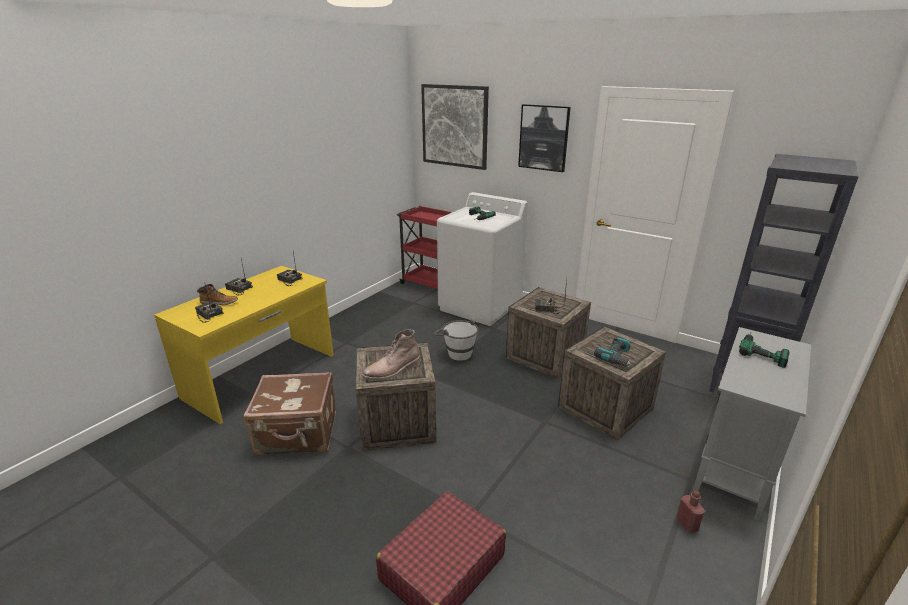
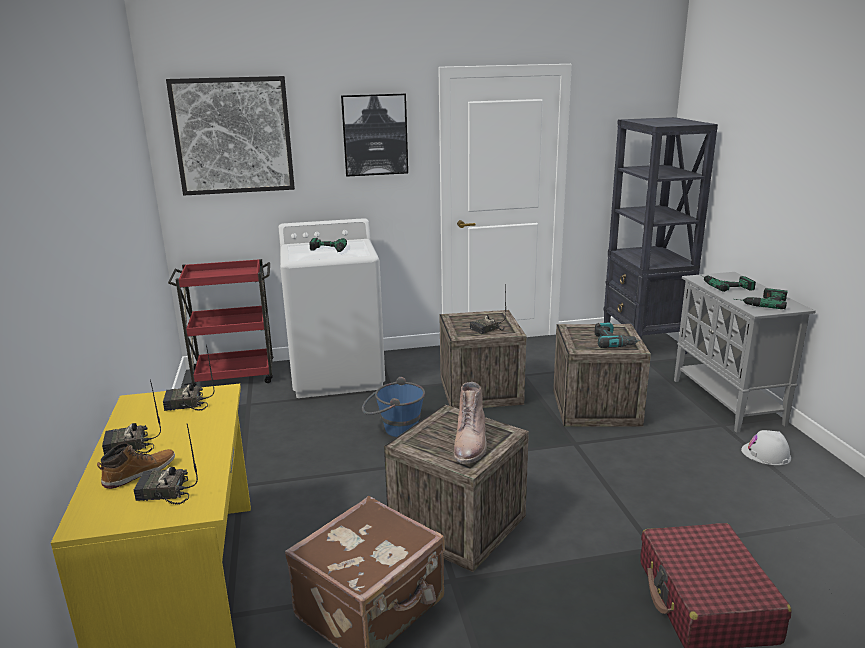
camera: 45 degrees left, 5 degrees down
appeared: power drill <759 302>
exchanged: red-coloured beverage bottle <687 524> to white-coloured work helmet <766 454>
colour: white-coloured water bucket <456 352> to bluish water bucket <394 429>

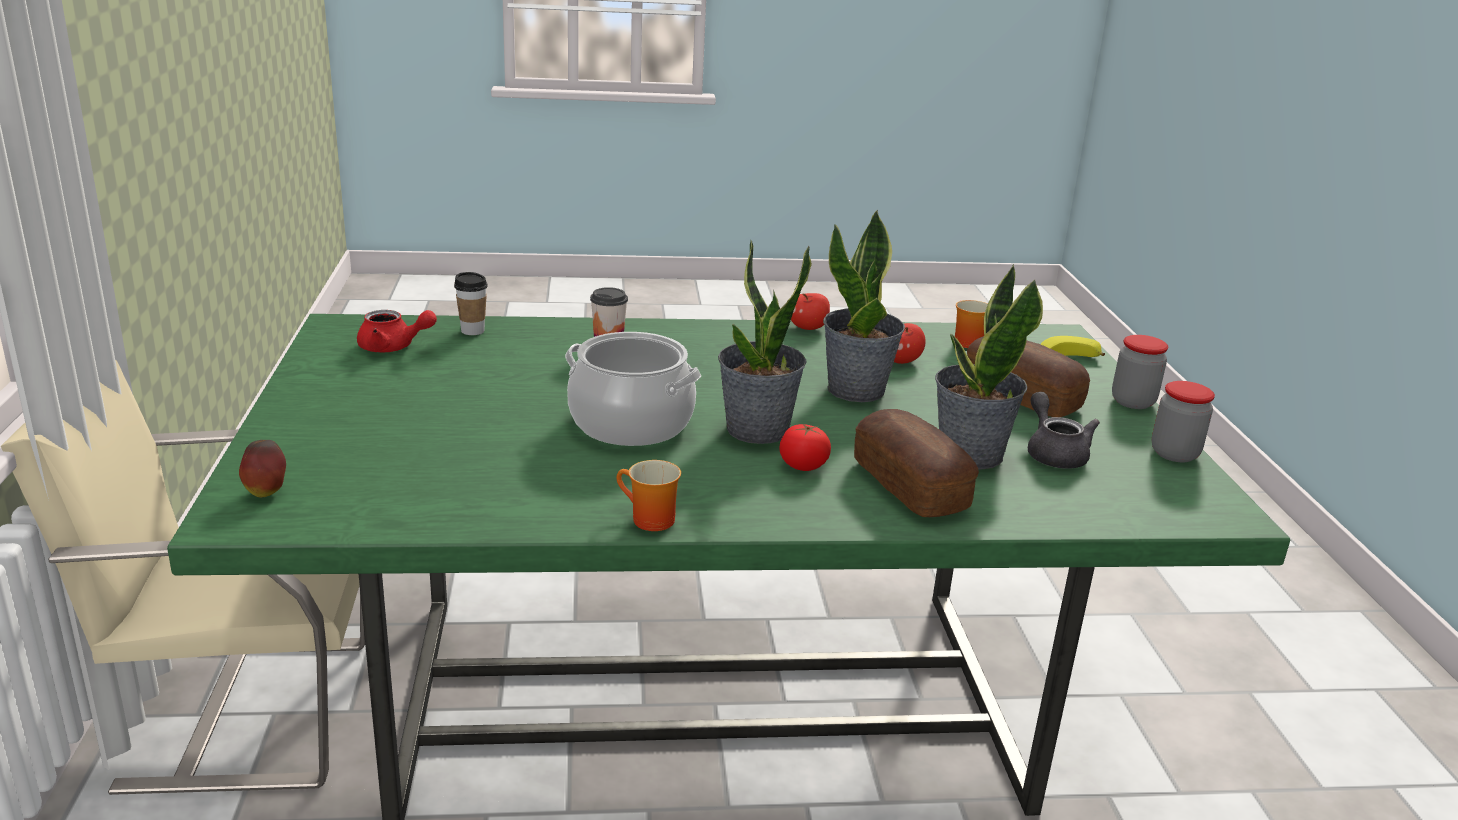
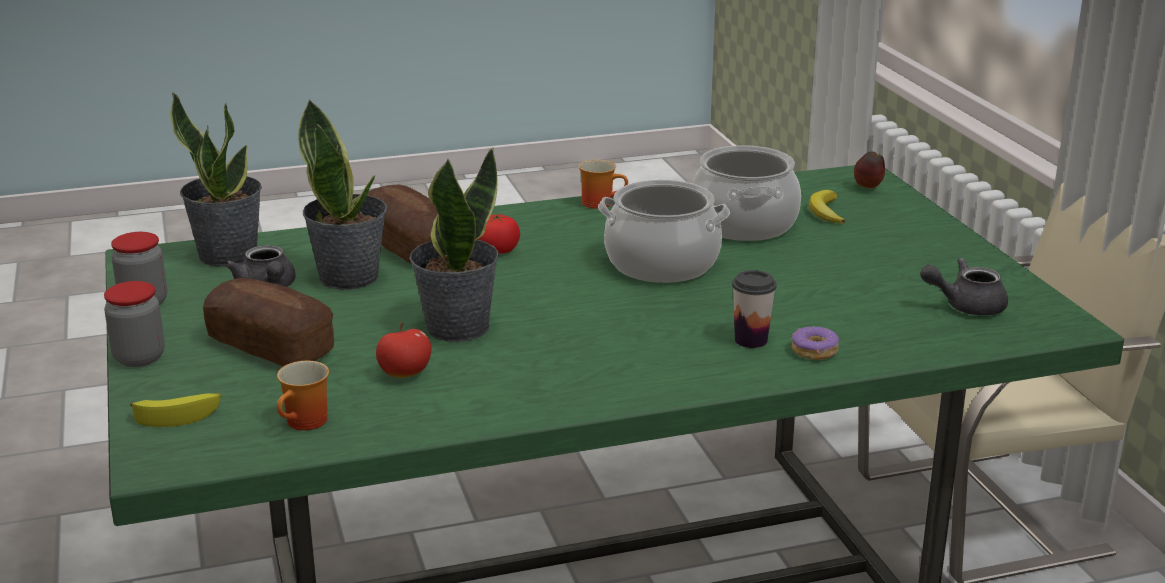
camera: 170 degrees right, 0 degrees up
missing: small cup <472 331>; whole apple <807 328>
appeared: saucepot <744 224>; donut <814 351>; banana <825 212>
relocated: houseplant <757 430> to <228 254>
colour: red-coloured pot for tea <393 347> to greyish pot for tea <965 306>

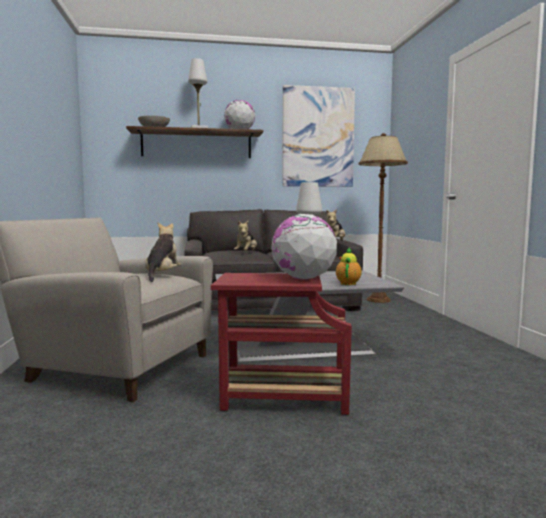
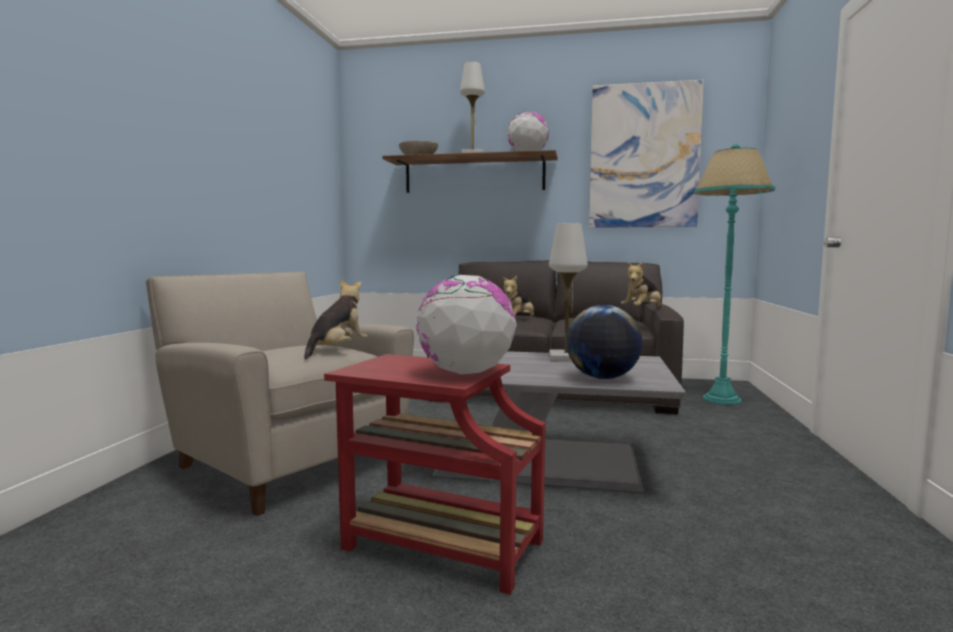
camera: 20 degrees right, 0 degrees up
exchanged: pot for tea <348 283> to desk globe <602 378>
colour: brownish standard lamp <378 300> to turquoise standard lamp <721 399>

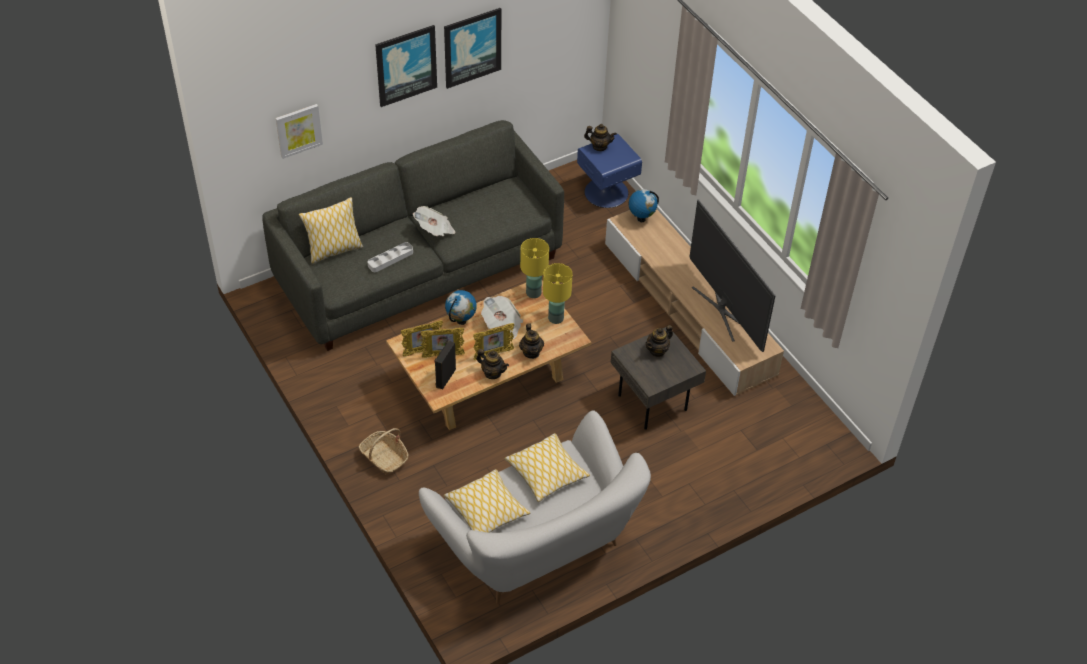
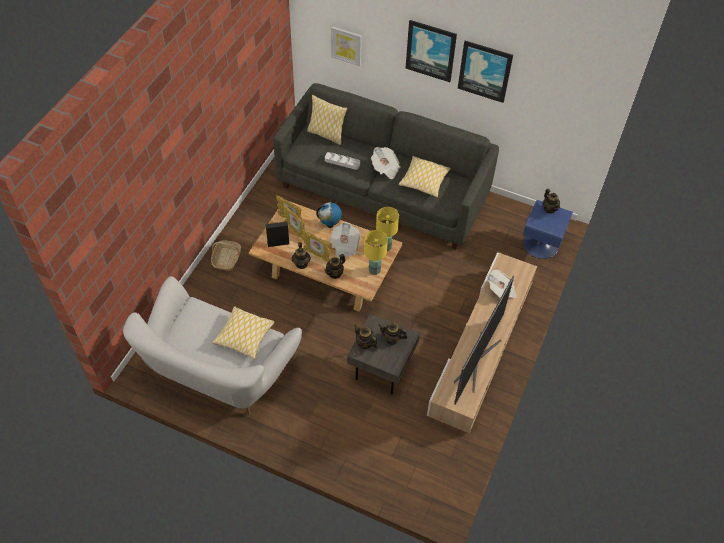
camera: 55 degrees right, 5 degrees up
missing: desk globe <641 218>
appeared: pot for tea <365 343>; newspaper <501 290>
relocated: pillow <486 510> to <424 181>

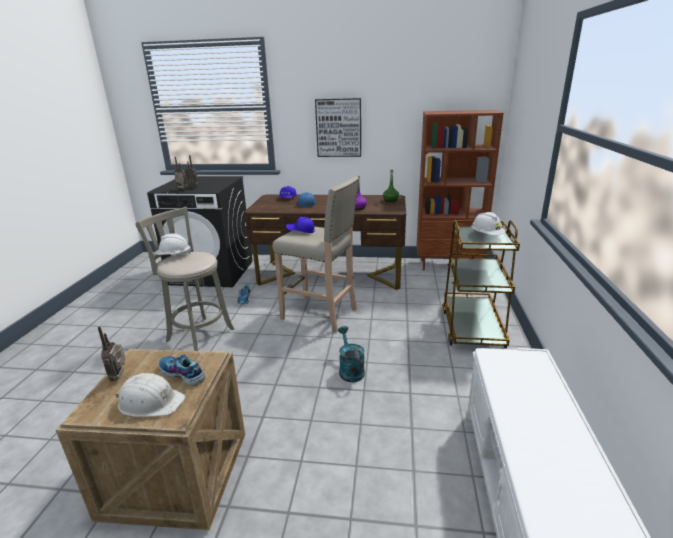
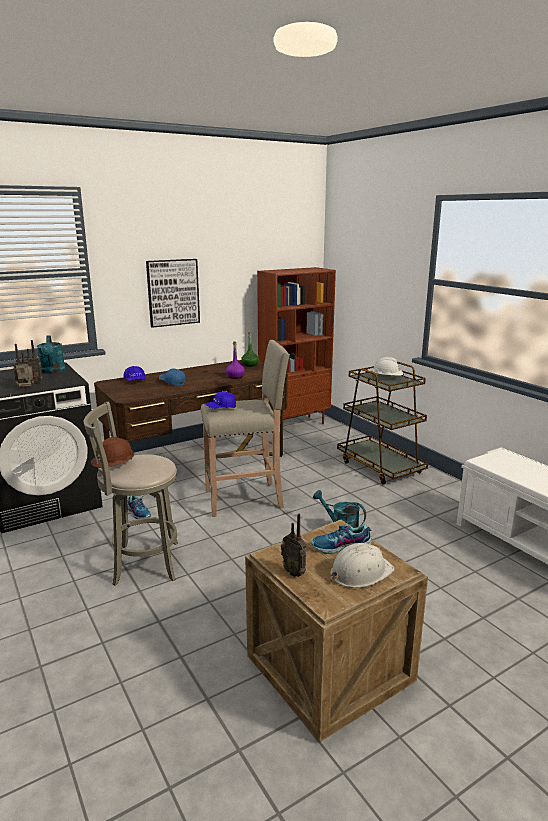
camera: 40 degrees left, 5 degrees down
appeared: turquoise watering can <53 371>
colour: white-coloured work helmet <173 256> to brownish work helmet <114 466>

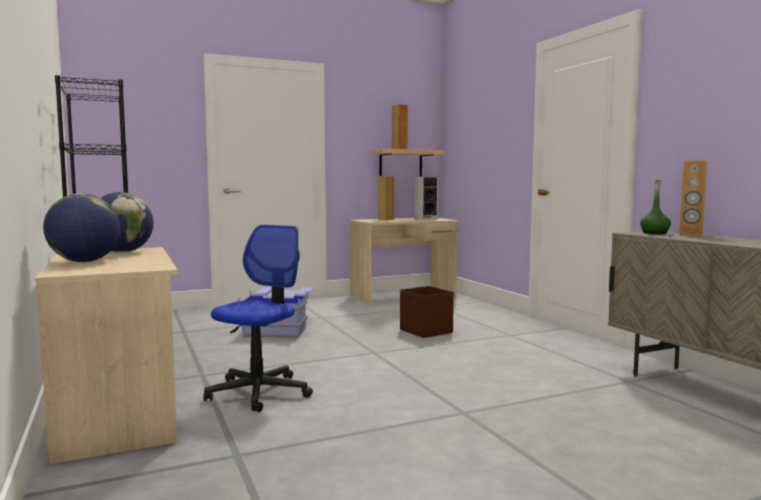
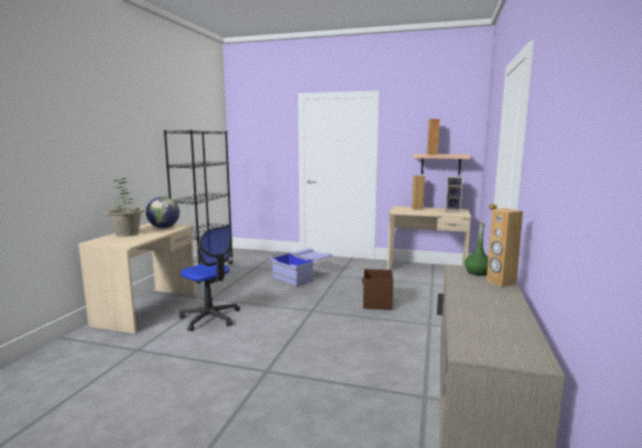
camera: 40 degrees right, 5 degrees up
exchanged: desk globe <84 261> to houseplant <127 234>
spun: computer chair <259 392> = <210 318> 60 degrees clockwise

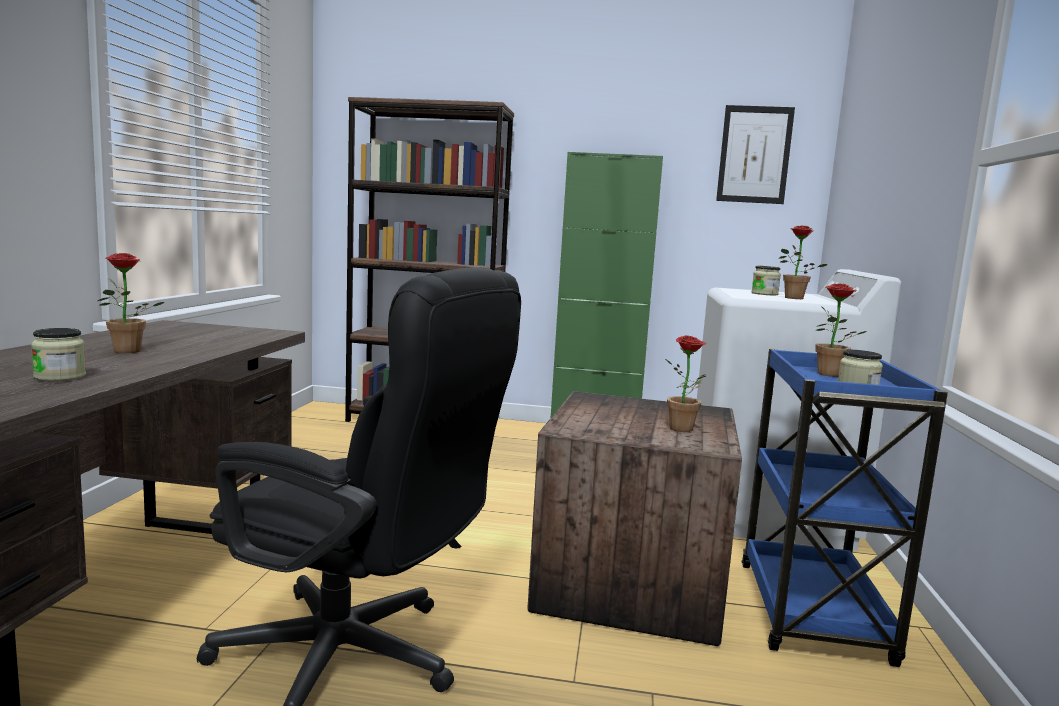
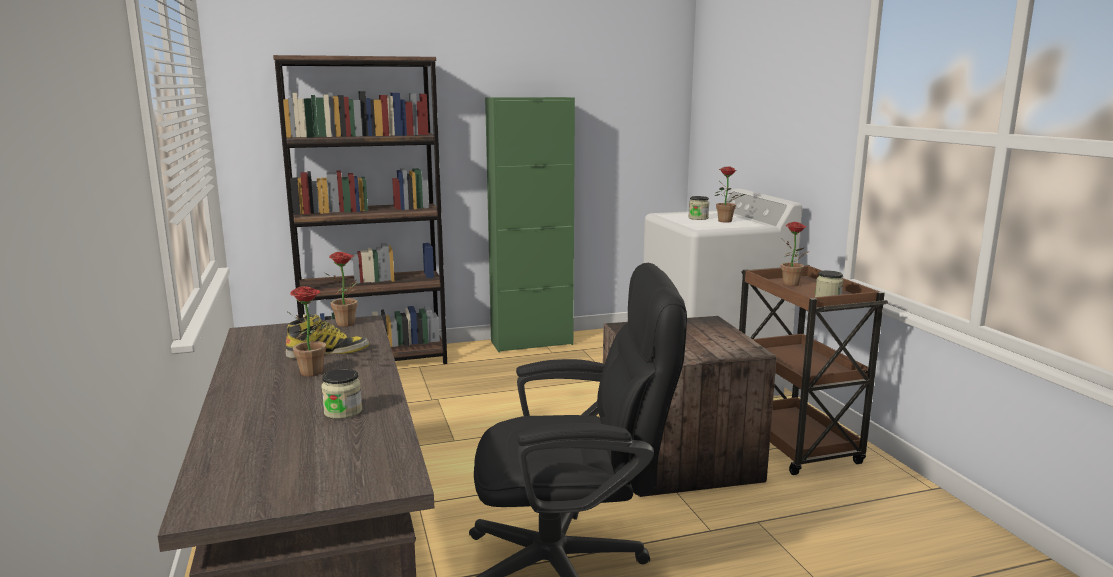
camera: 25 degrees left, 5 degrees up
missing: wall picture <754 155>
appeared: tall boot <328 352>
relocated: houseplant <685 430> to <348 324>
colour: bluish cart <812 614> to brownish cart <795 445>

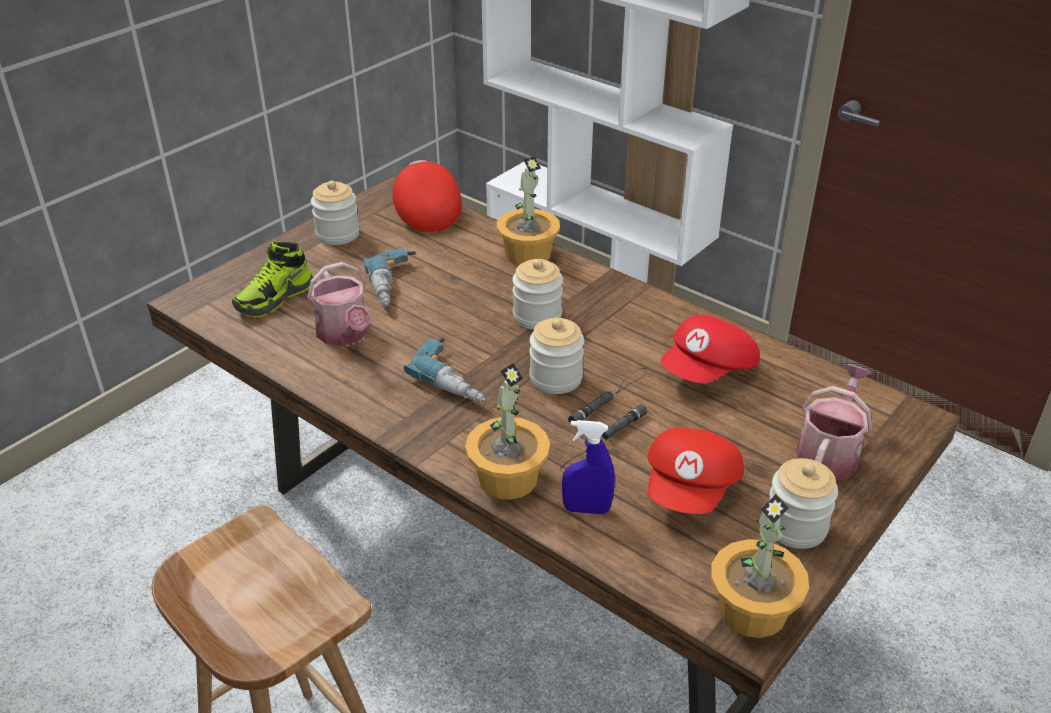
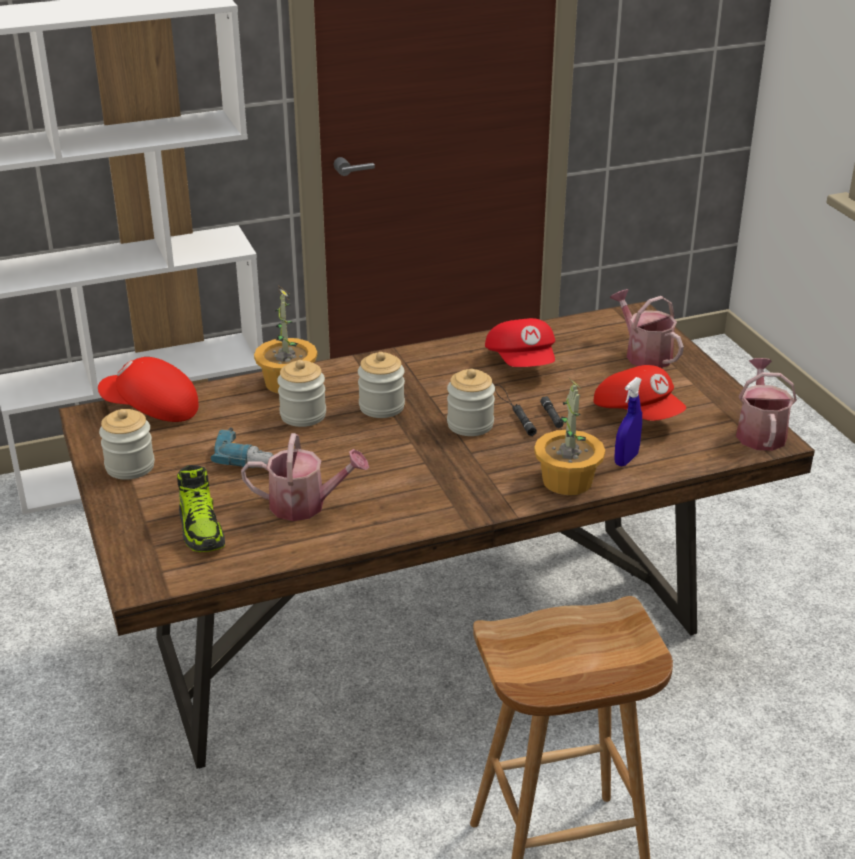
camera: 60 degrees left, 5 degrees down
missing: power drill <456 379>
relocated: storage jar <795 527> to <303 415>
exchanged: houseplant <753 610> to watering can <760 432>

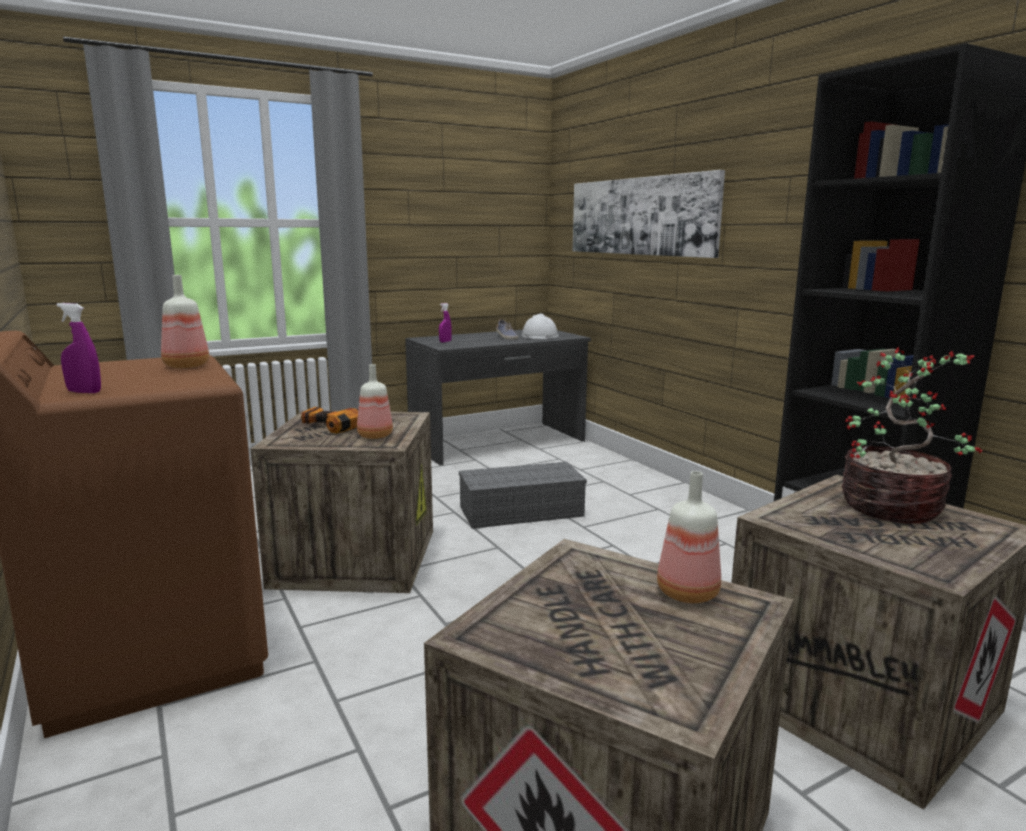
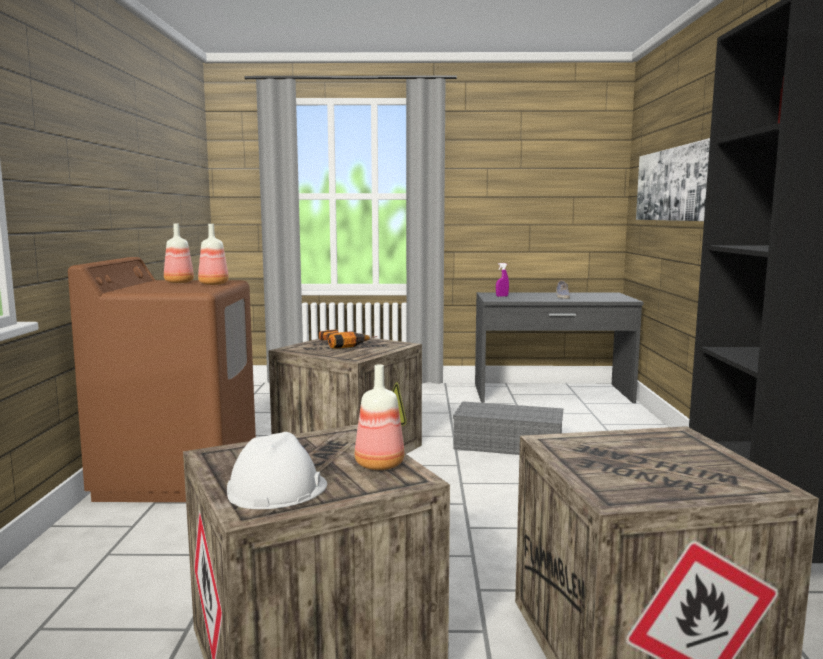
camera: 30 degrees right, 5 degrees down
missing: purple spray bottle <84 392>; houseplant <894 508>
relocated: beverage bottle <374 436> to <178 282>; white-coloured work helmet <540 336> to <277 489>

